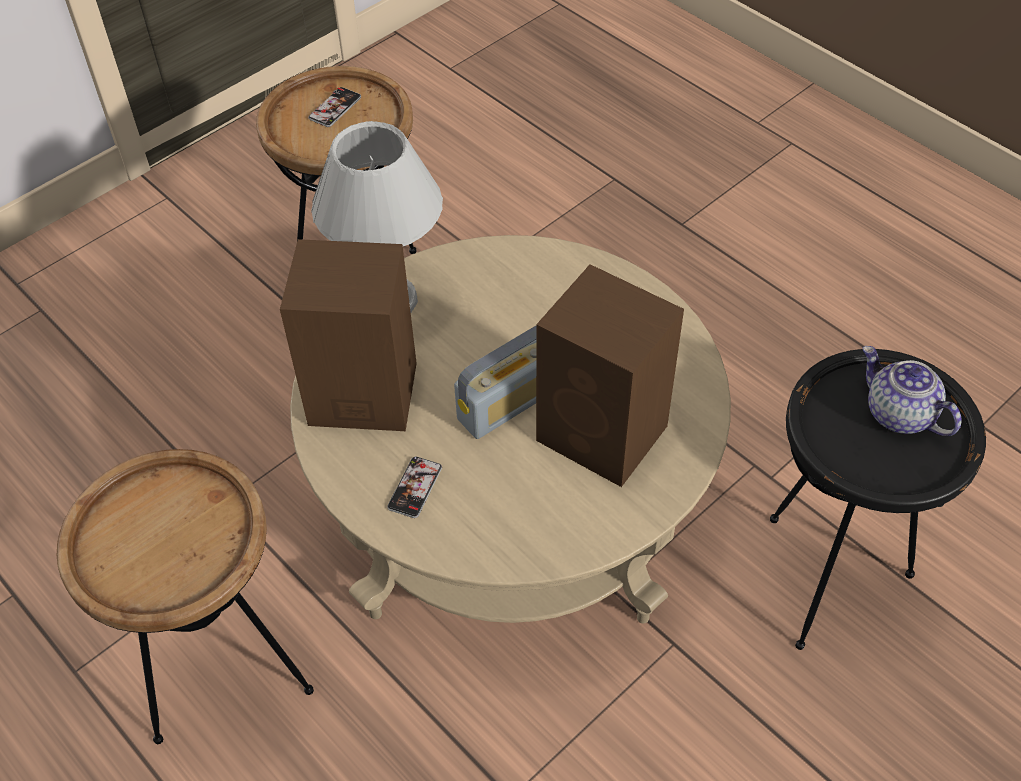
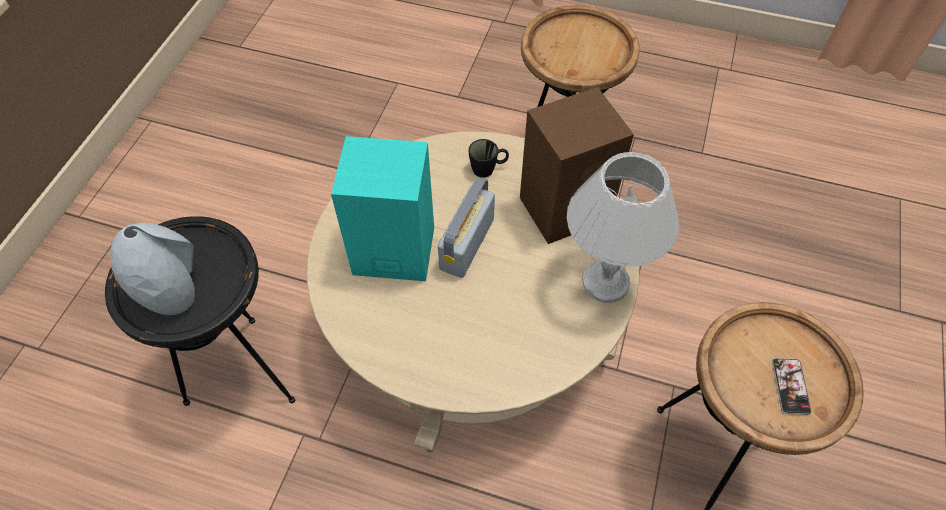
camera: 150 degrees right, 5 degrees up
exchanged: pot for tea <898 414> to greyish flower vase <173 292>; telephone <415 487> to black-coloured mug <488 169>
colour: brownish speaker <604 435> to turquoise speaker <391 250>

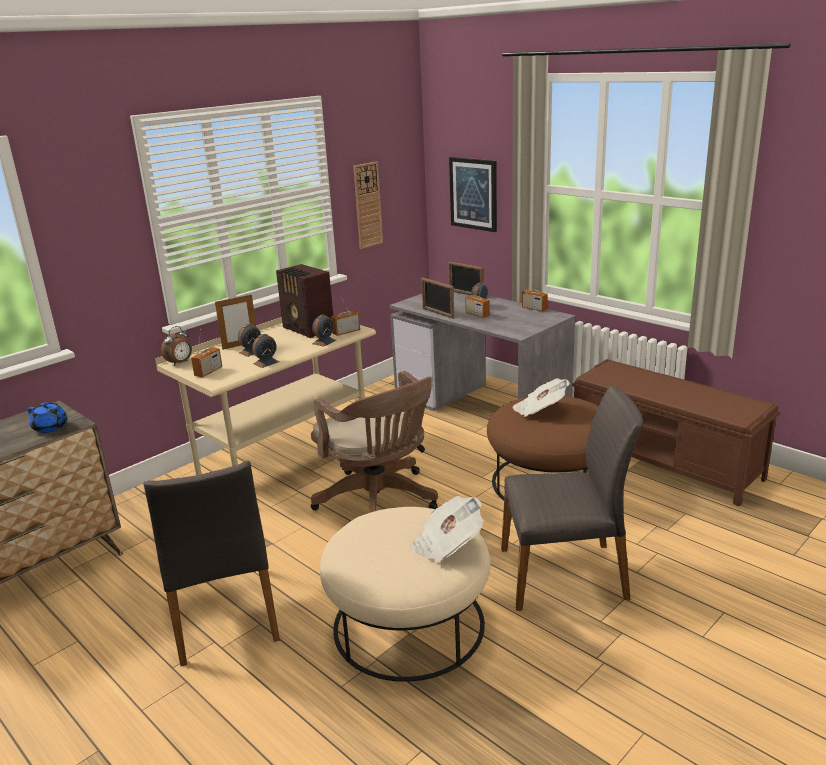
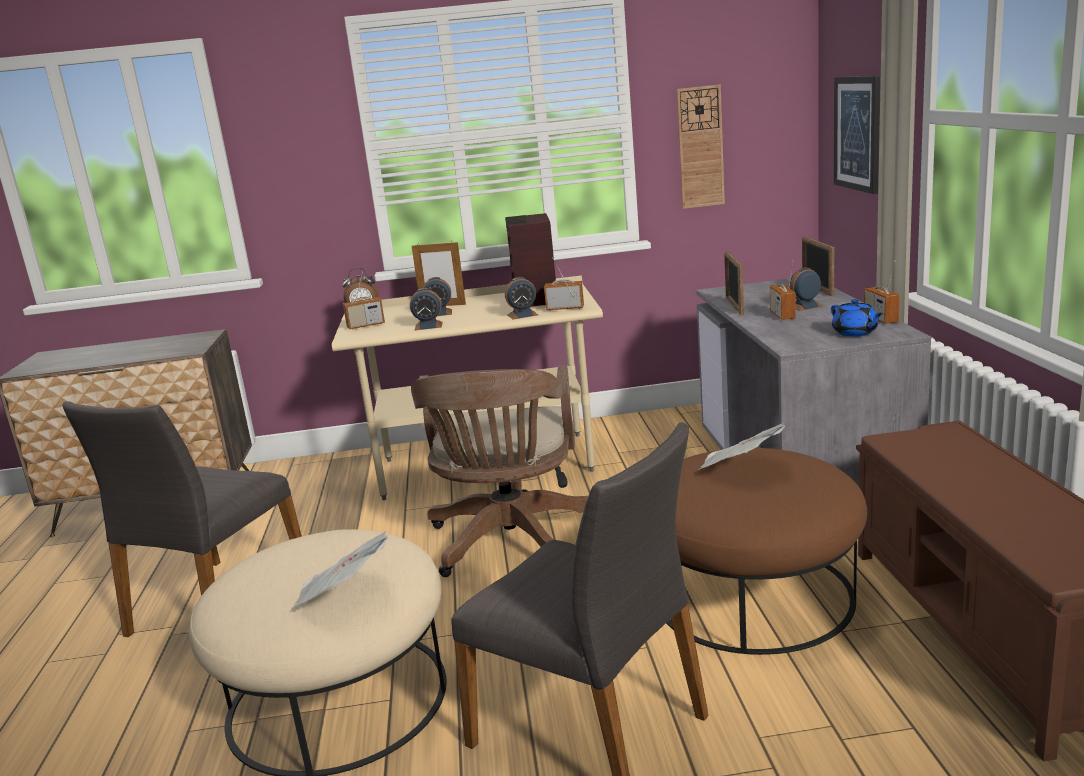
camera: 40 degrees right, 5 degrees down
relocated: bluish pot for tea <51 428> to <855 333>

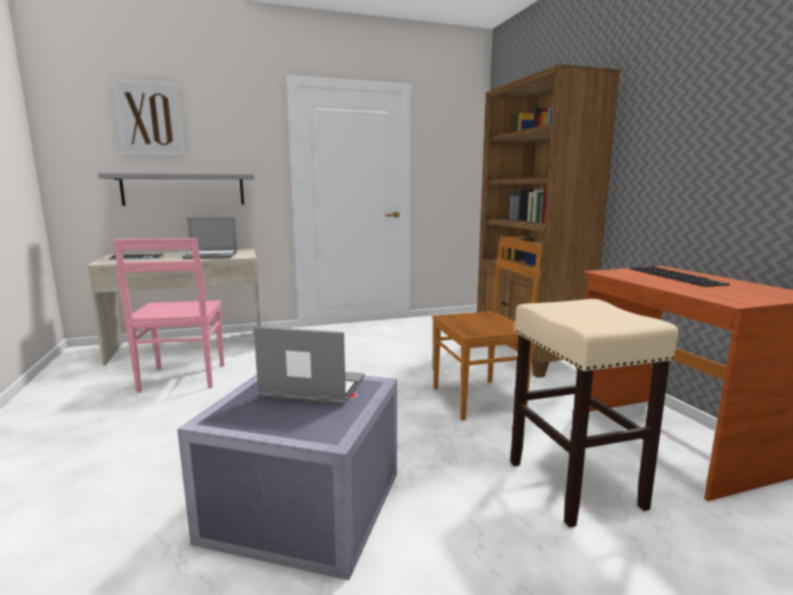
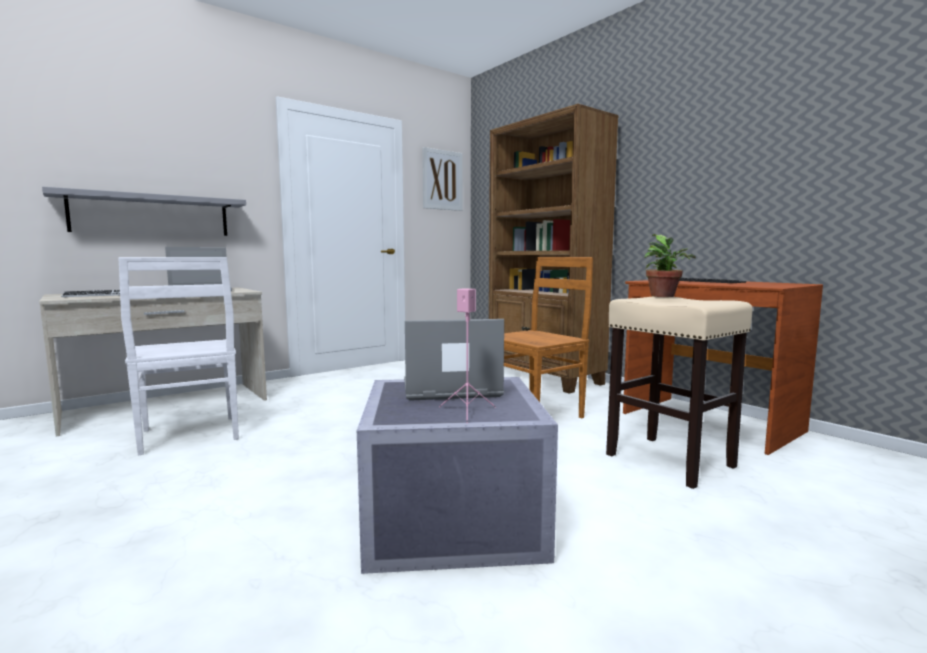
camera: 20 degrees left, 5 degrees down
appeared: pink speaker <467 411>; houseplant <664 296>
relocated: wall picture <150 119> to <442 180>
colour: pink chair <182 379> to white-coloured chair <189 436>

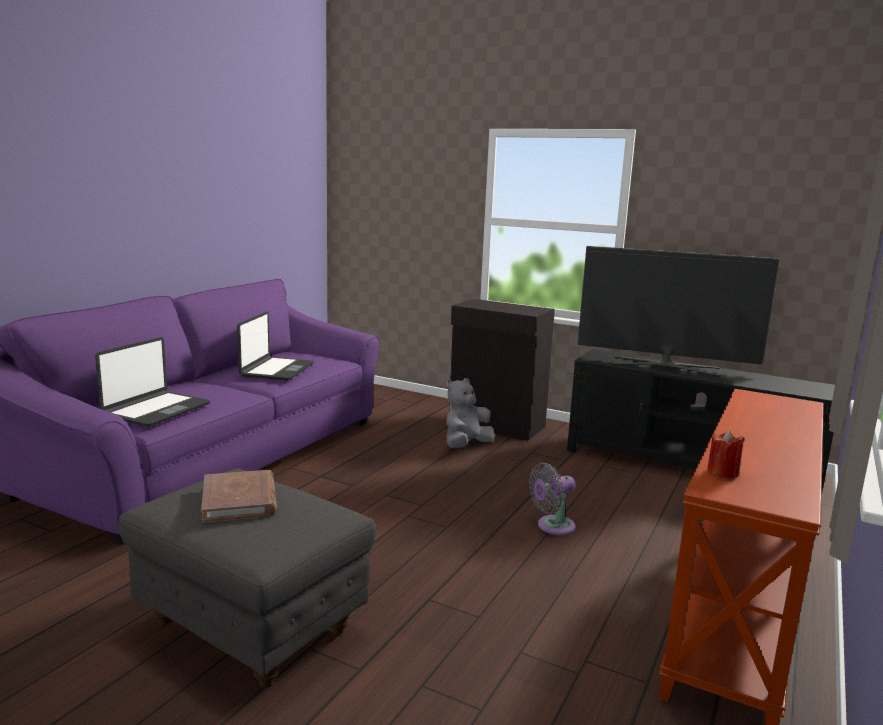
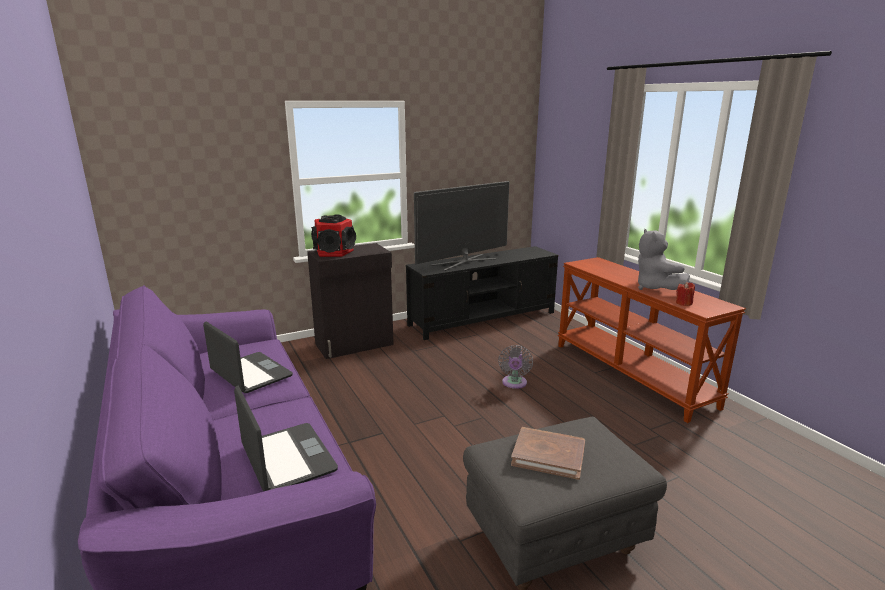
camera: 55 degrees left, 5 degrees up
appeared: speaker <333 252>
relocated: greyish plush toy <466 445> to <655 288>

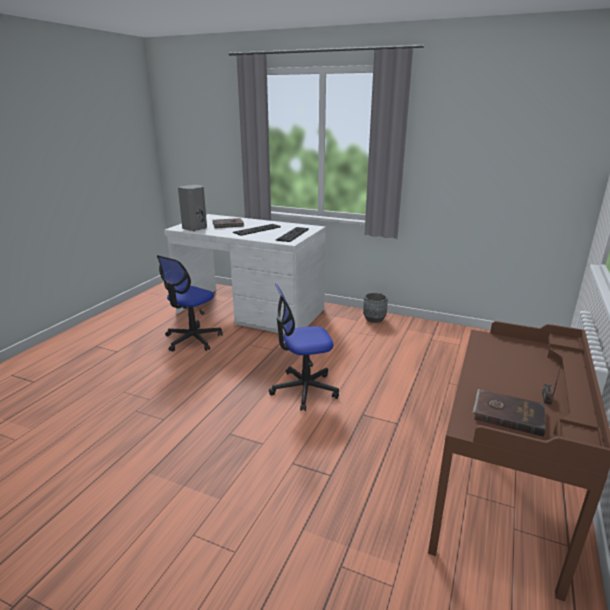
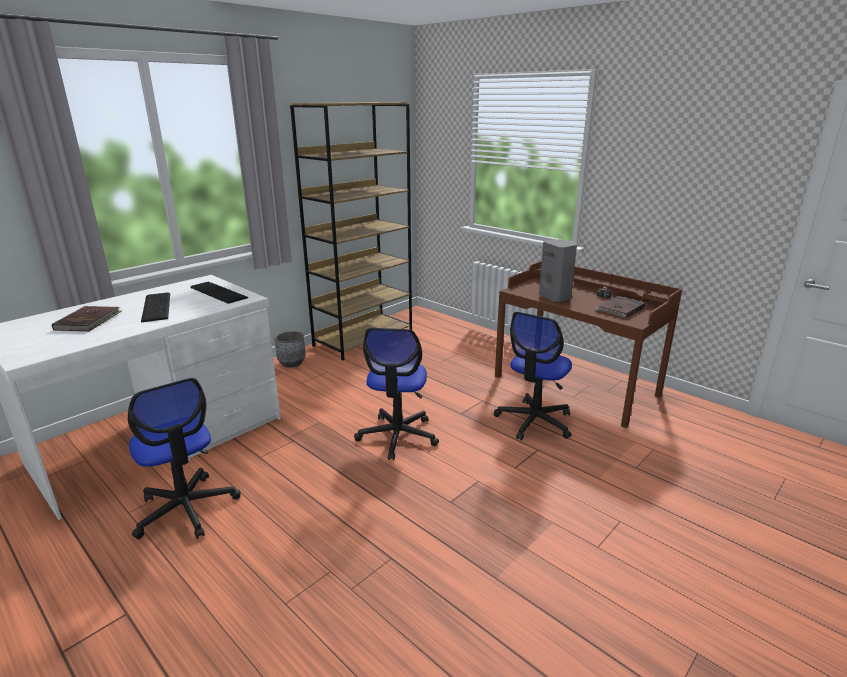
camera: 70 degrees left, 0 degrees up
appeared: brownish bookshelf <363 338>; computer chair <534 421>
relocated: greyish speaker <195 228> to <555 297>

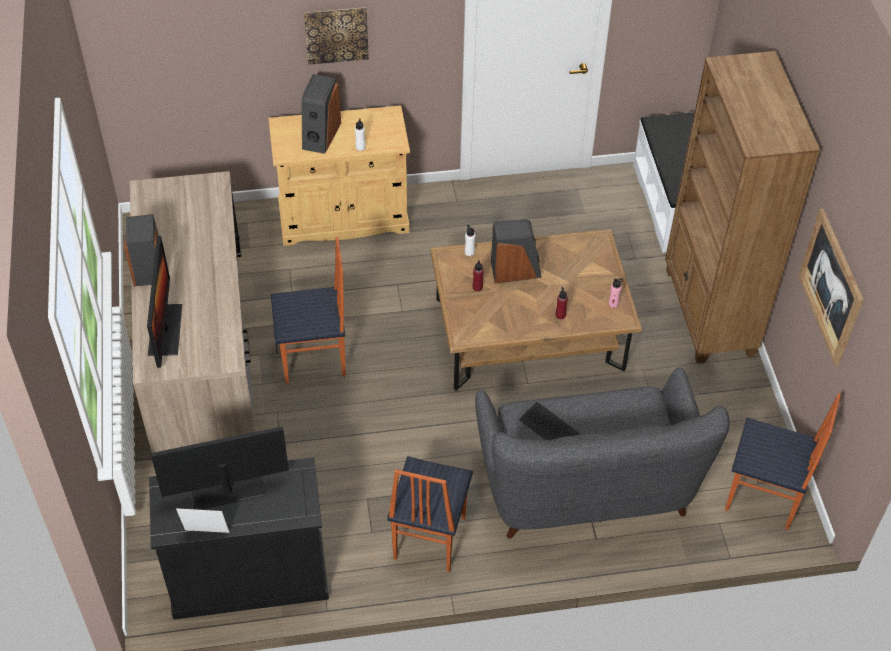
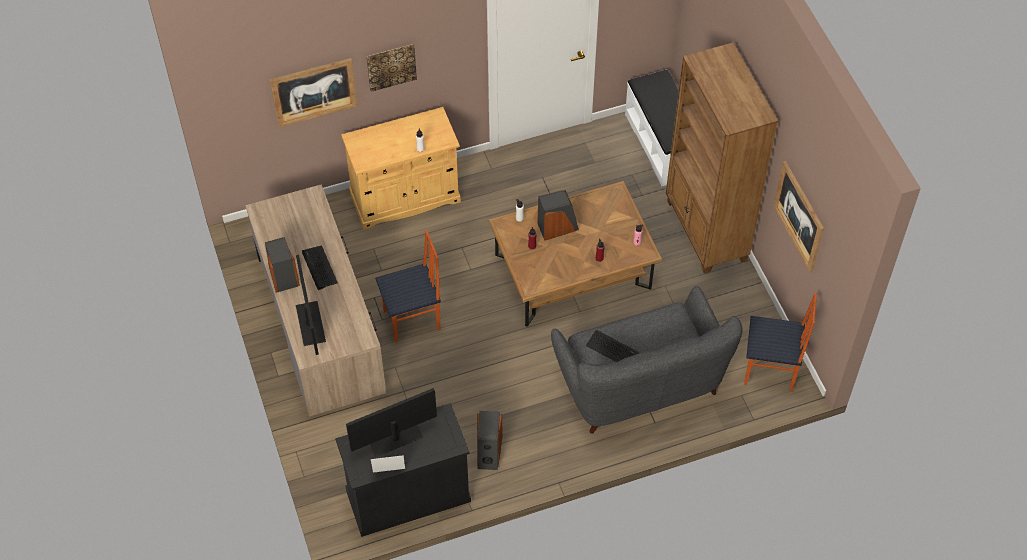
camera: 10 degrees left, 5 degrees up
missing: chair <428 538>
appeared: wall picture <314 92>; keyboard <319 267>
relocated: speaker <320 135> to <489 451>

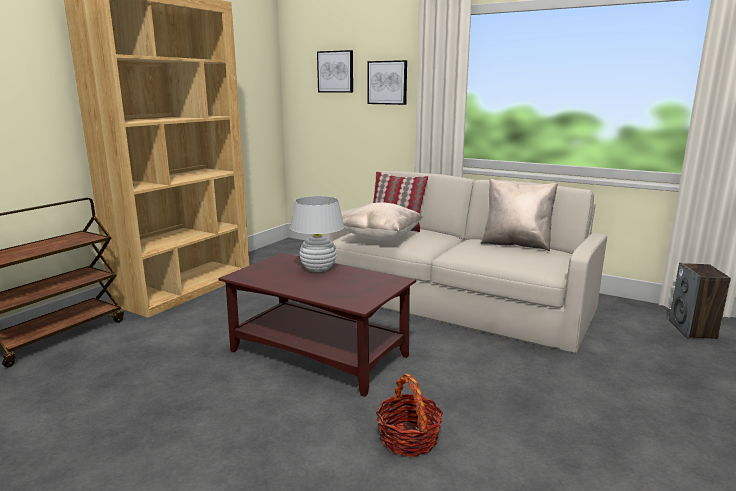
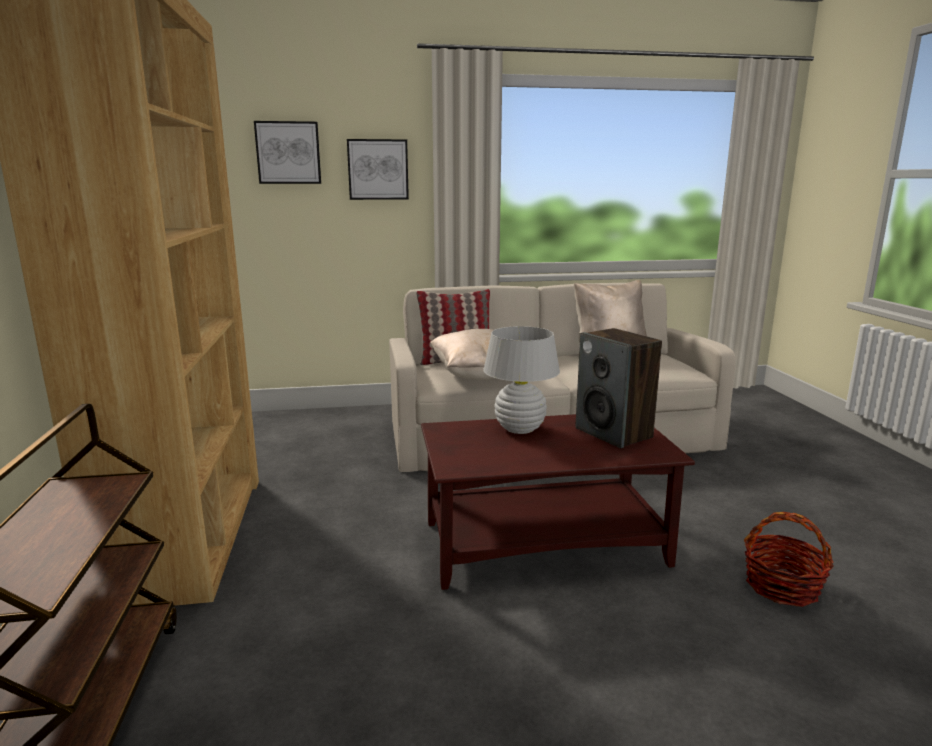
camera: 40 degrees left, 0 degrees up
relocated: speaker <692 330> to <614 433>

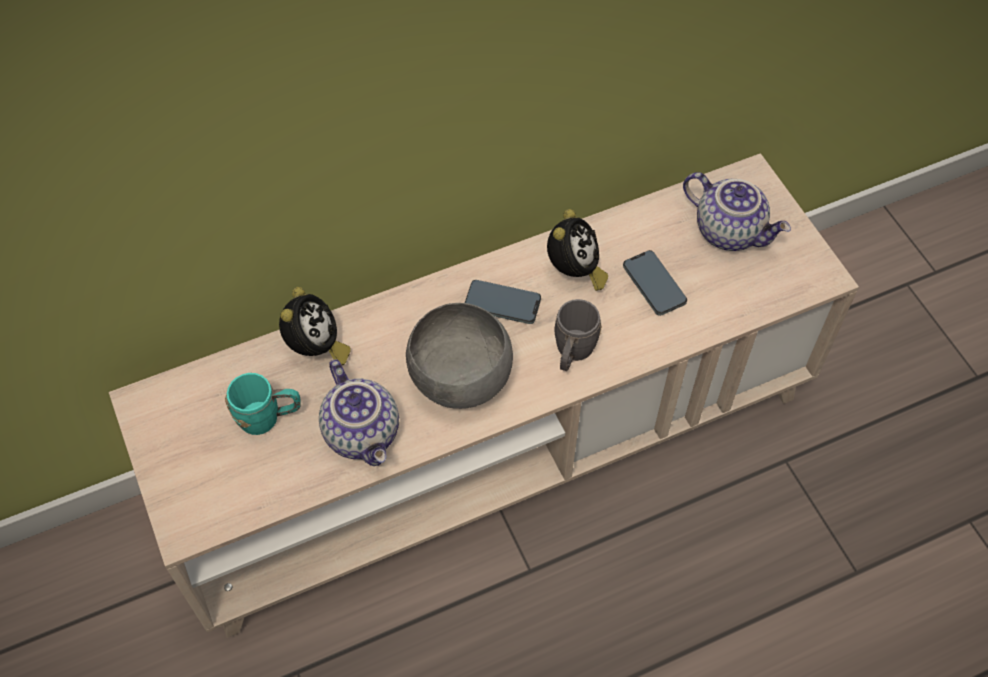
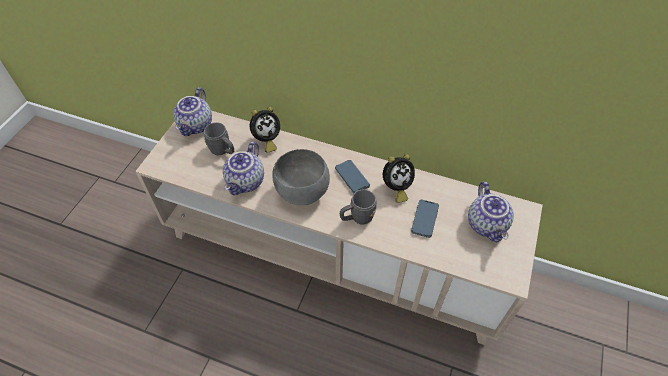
camera: 45 degrees right, 5 degrees down
appeared: pot for tea <196 126>
colour: turquoise mug <268 417> to greyish mug <223 151>

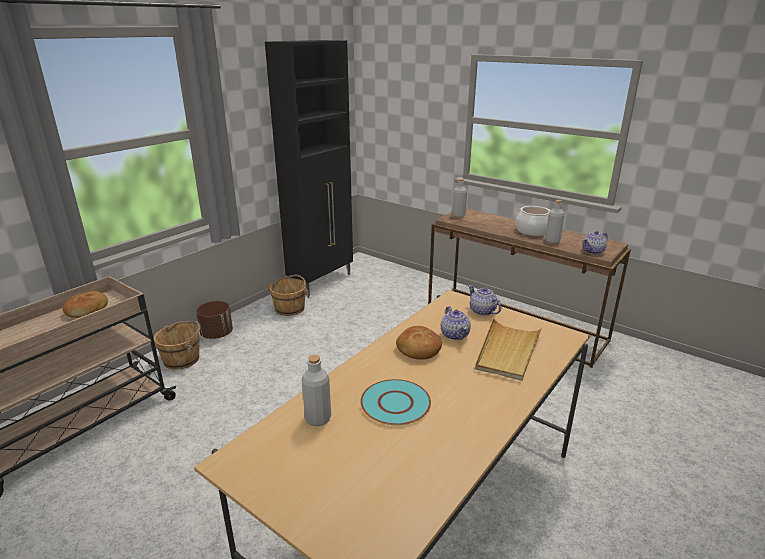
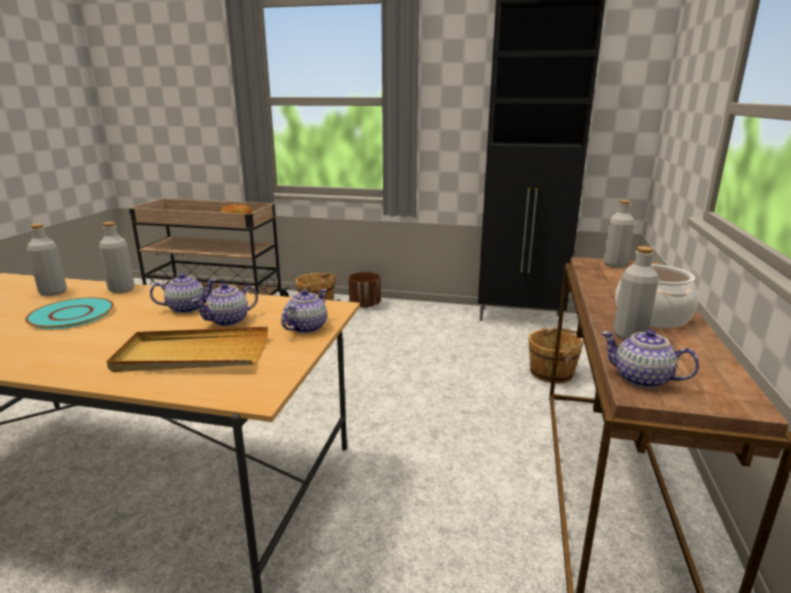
camera: 65 degrees right, 5 degrees down
appeared: greyish beverage bottle <121 289>
relocated: brownish water bucket <290 308> to <552 373>
exchanged: bakery bread <418 349> to pot for tea <186 308>

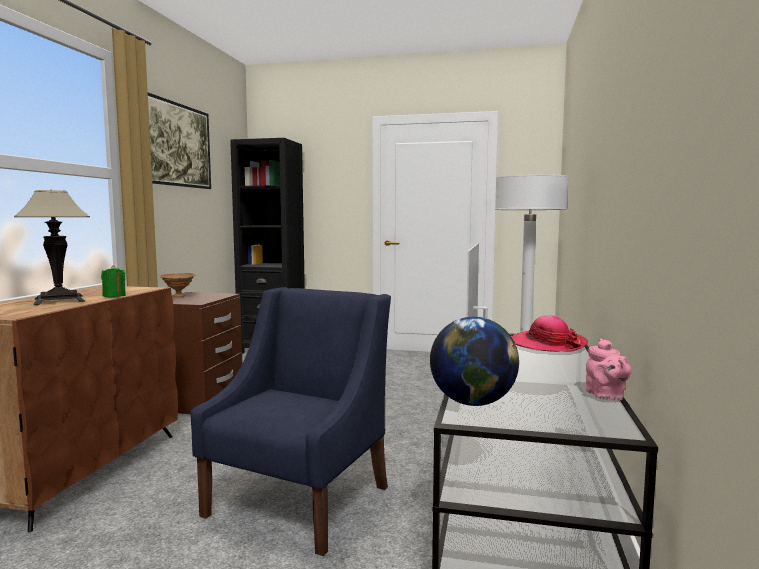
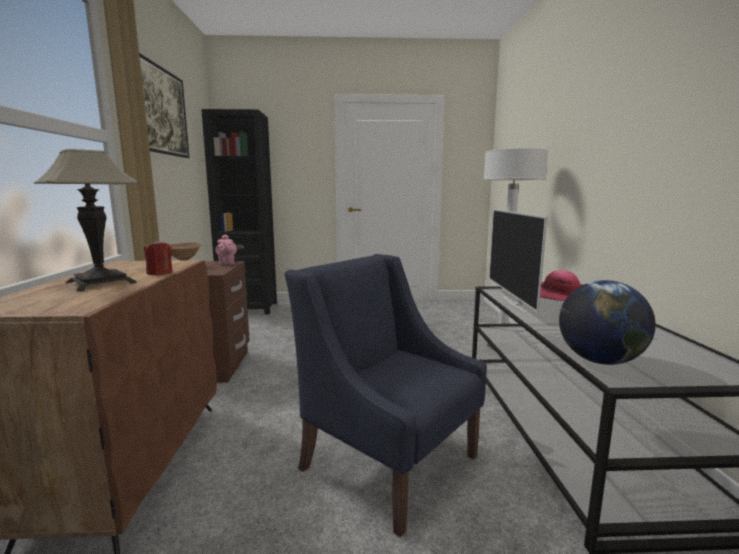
camera: 15 degrees left, 5 degrees up
relocated: pink pot for tea <606 396> to <226 263>
colour: green-coloured wax light <114 296> to red-coloured wax light <160 273>
spun: bluish easy chair <300 499> = <388 460> 60 degrees counterclockwise

